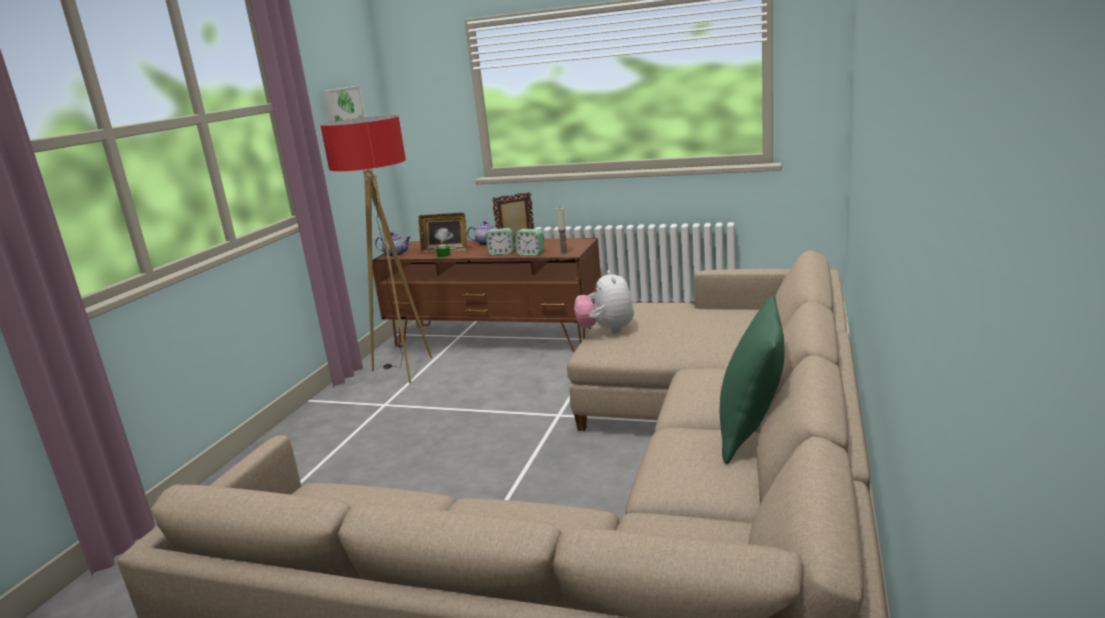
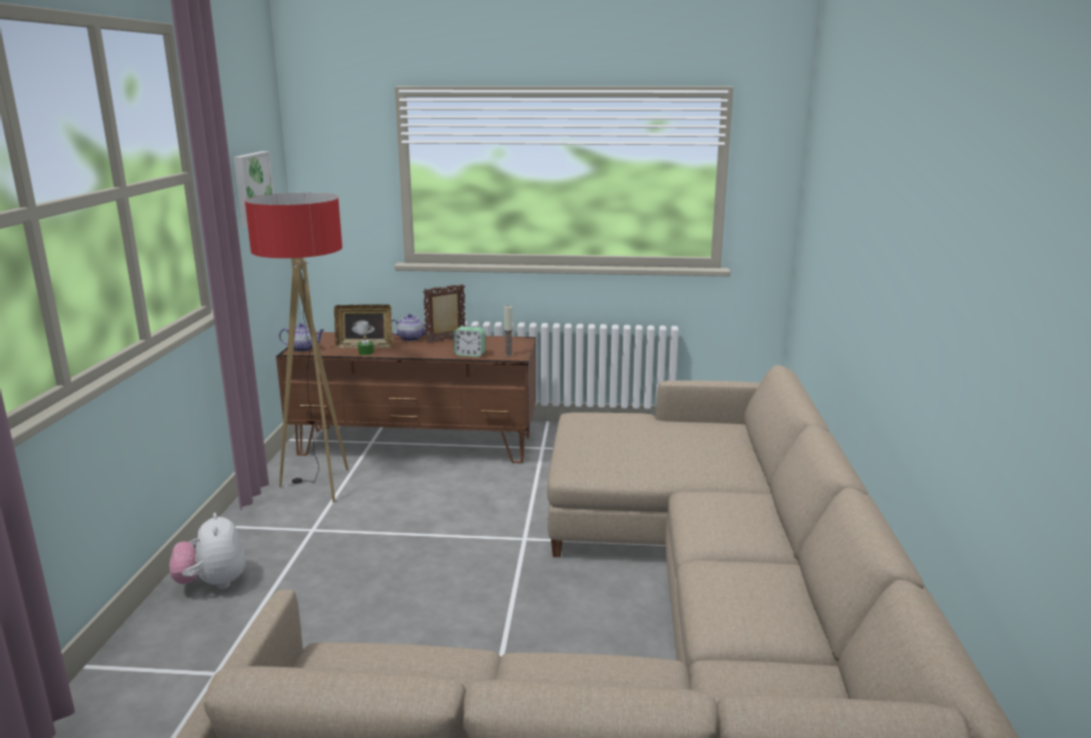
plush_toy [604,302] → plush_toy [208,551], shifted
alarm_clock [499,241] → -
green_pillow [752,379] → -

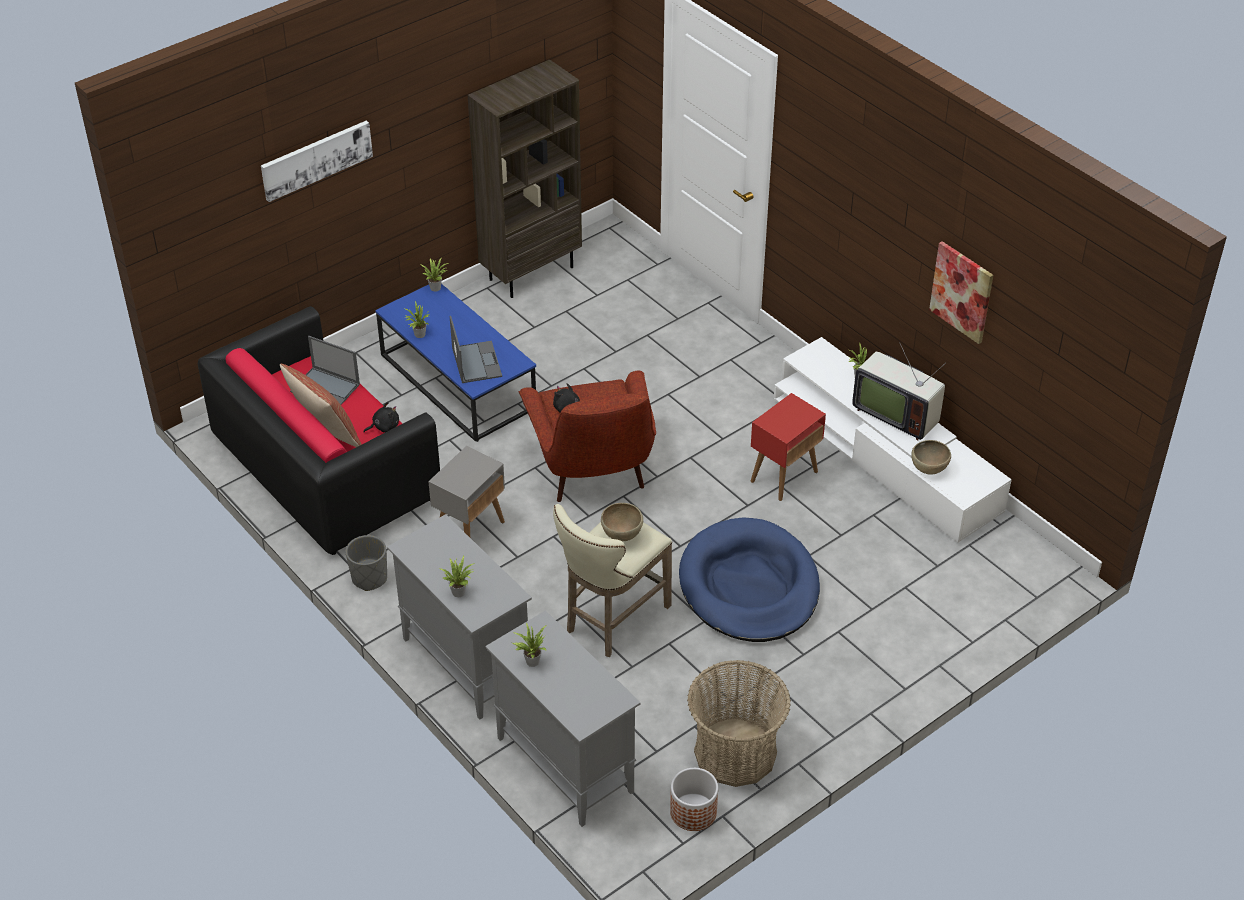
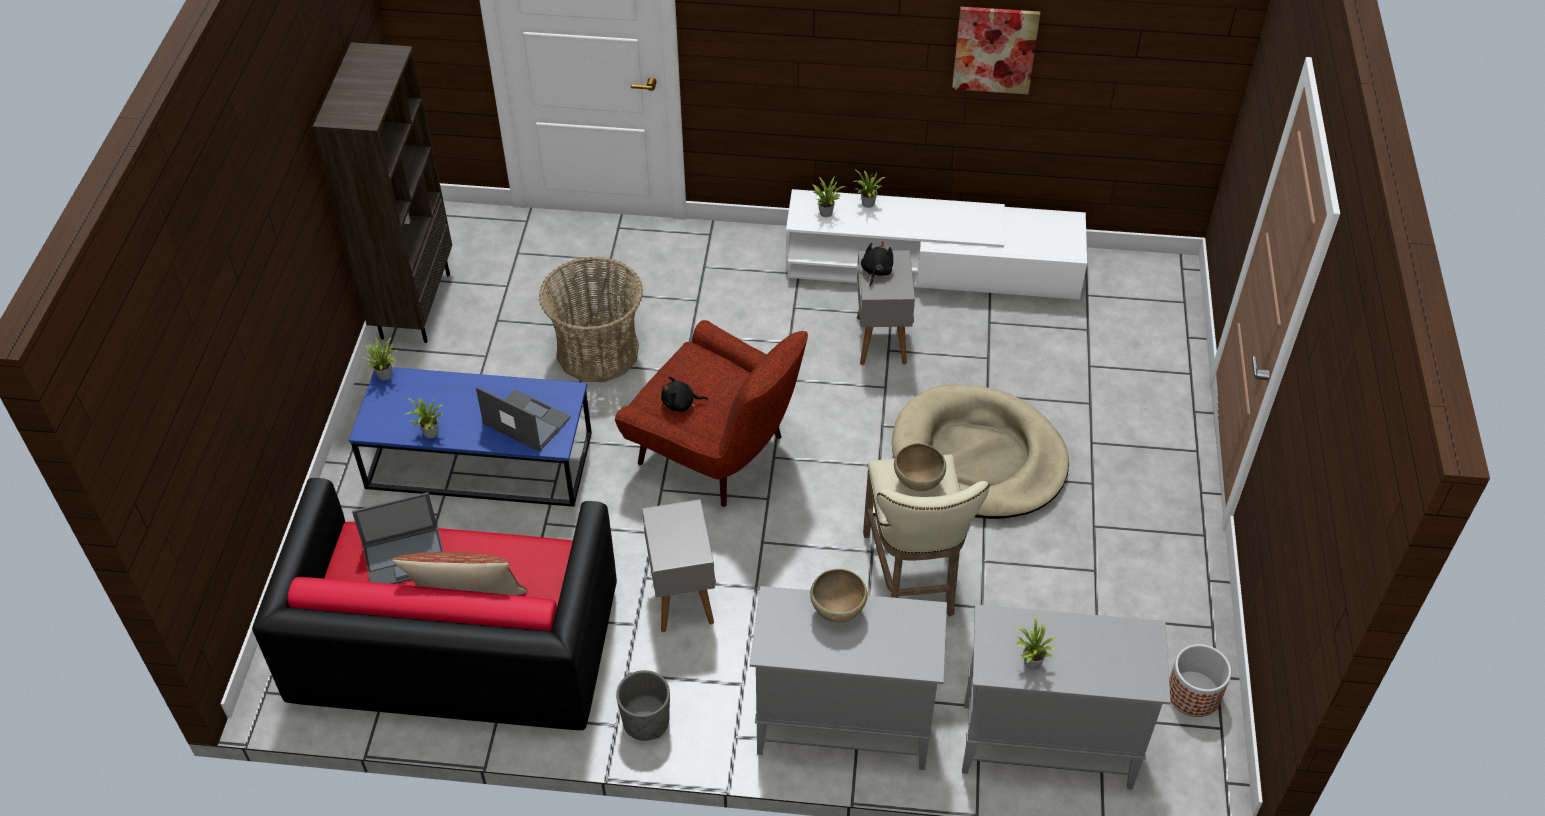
basket [739,723] → basket [591,319], shifted
brown_bowl [931,457] → brown_bowl [839,596], shifted
potted_plant [458,576] → potted_plant [830,196], shifted
red_side_table [788,447] → grey_side_table [886,307]
black_plush_toy [381,417] → black_plush_toy [877,264], shifted
blue_dog_bed [749,579] → beige_dog_bed [980,451]
picture [317,161] → -
television [899,391] → -

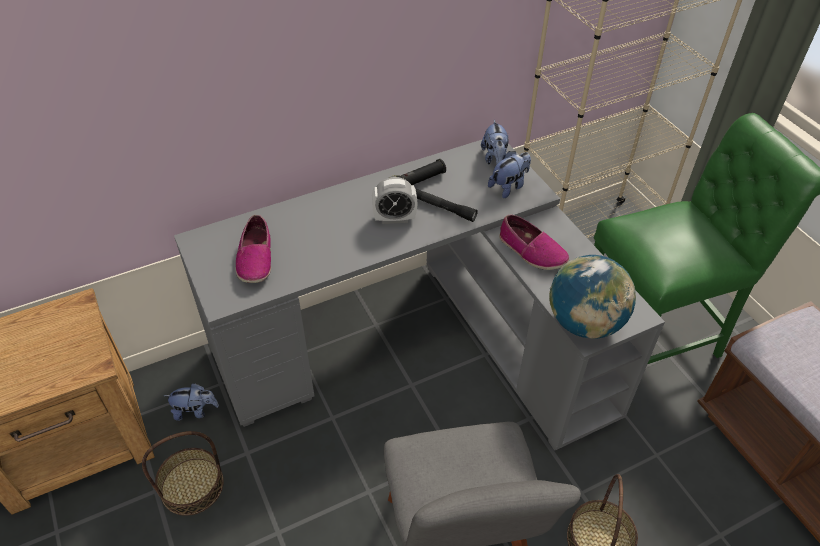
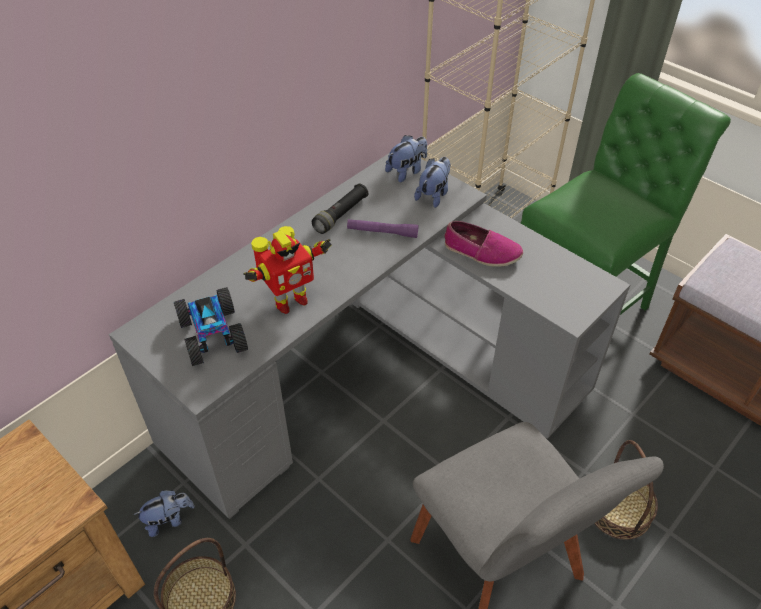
shoe [253,249] → toy_car [211,326]
- → toy_robot [287,270]
black_flashlight [447,205] → purple_flashlight [382,228]
plush_toy [495,142] → plush_toy [406,158], 105 degrees counterclockwise
alarm_clock [394,200] → -
globe [592,297] → -

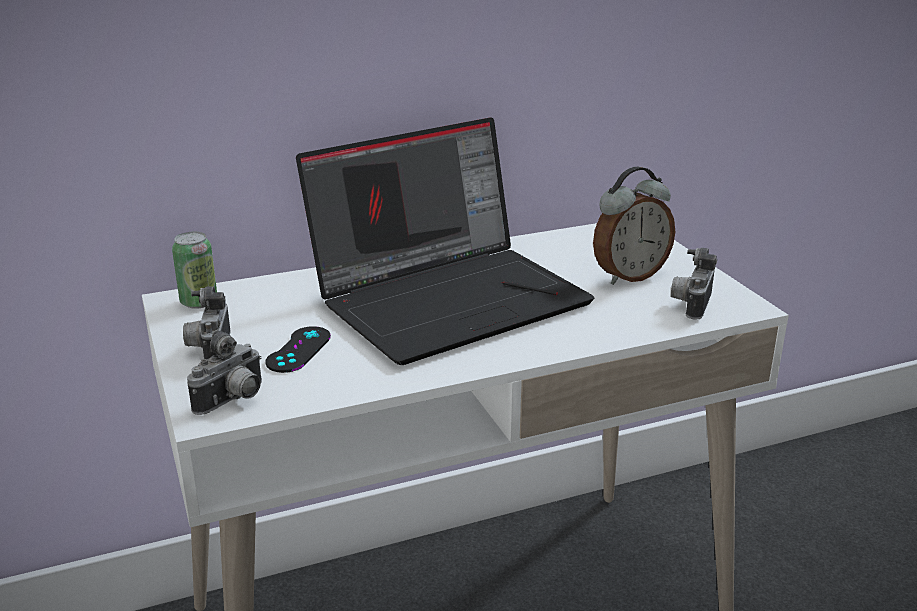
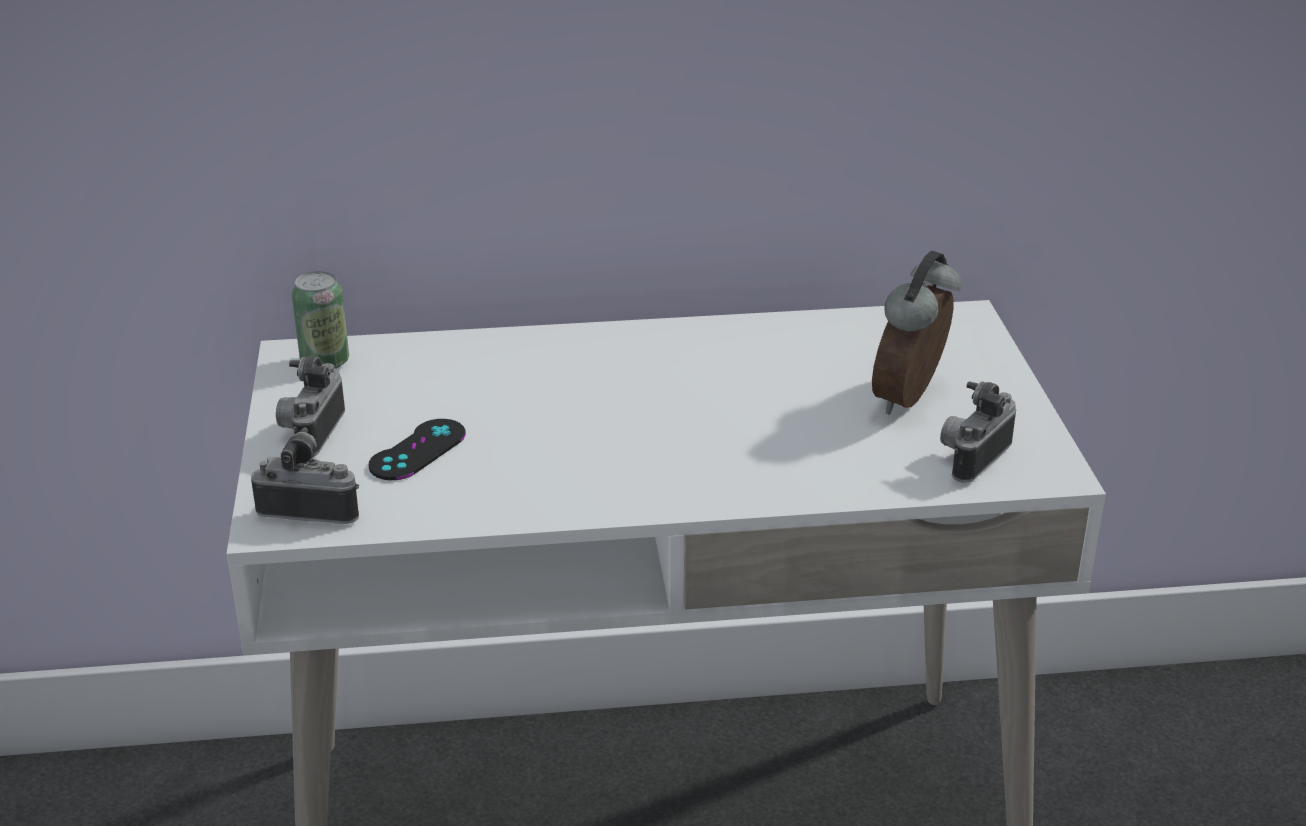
photo_camera [224,372] → photo_camera [305,475], 135 degrees counterclockwise
alarm_clock [634,226] → alarm_clock [916,333], 135 degrees clockwise
laptop [445,241] → -

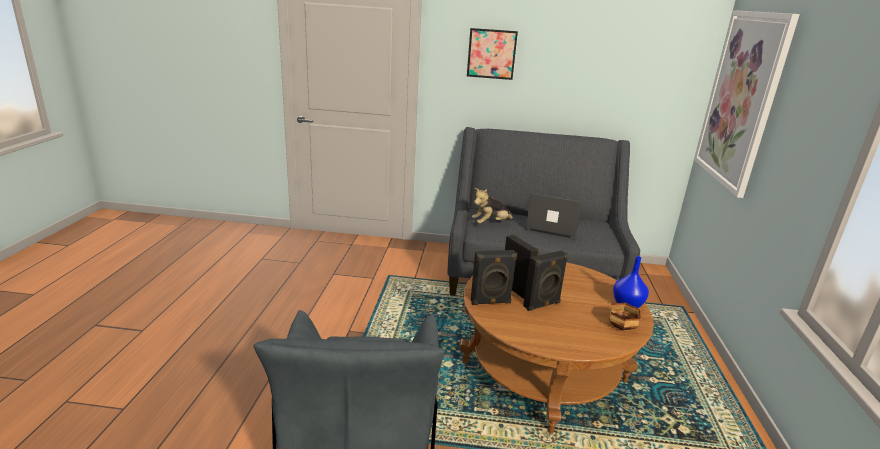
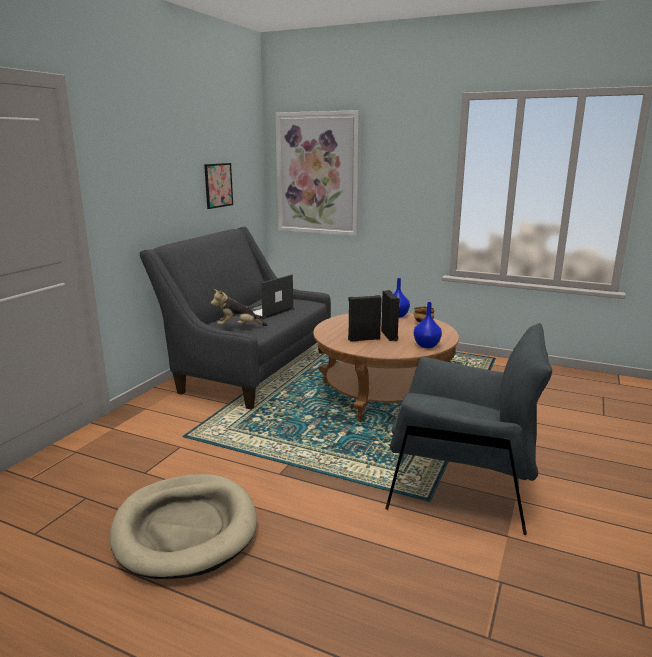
- → beige_dog_bed [183,526]
picture [492,54] → picture [218,186], shifted
plush_toy [493,206] → plush_toy [239,307], 90 degrees clockwise
- → blue_vase [428,325]
black_speaker [494,277] → -

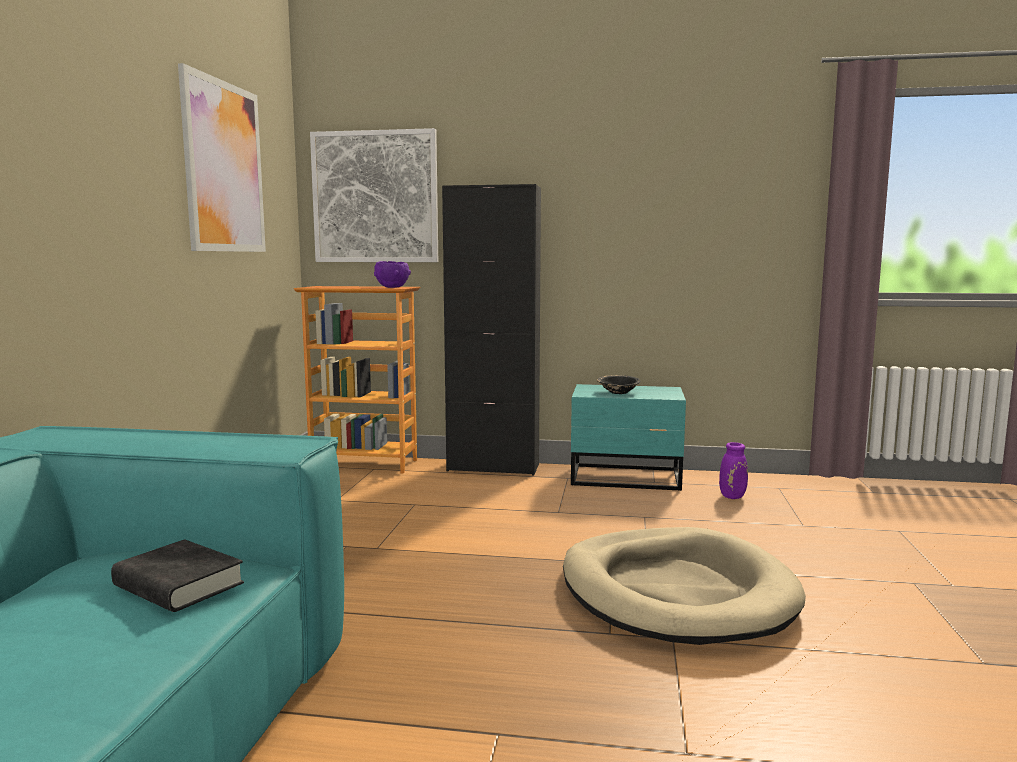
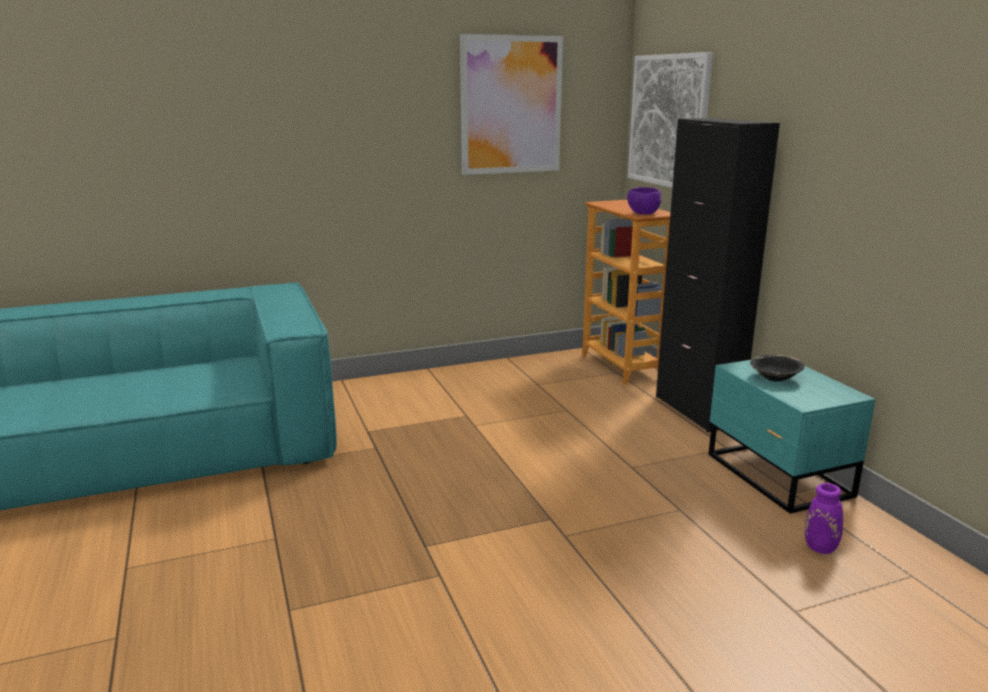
black_book [177,575] → -
beige_dog_bed [684,586] → -

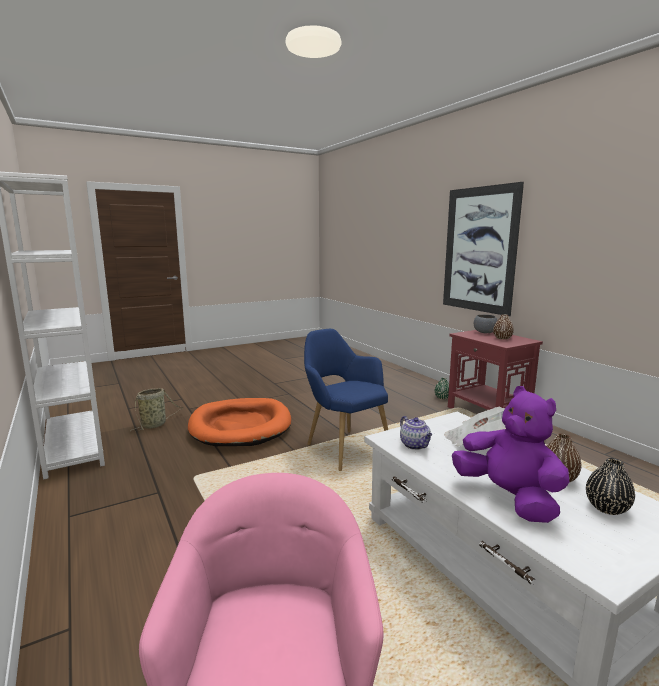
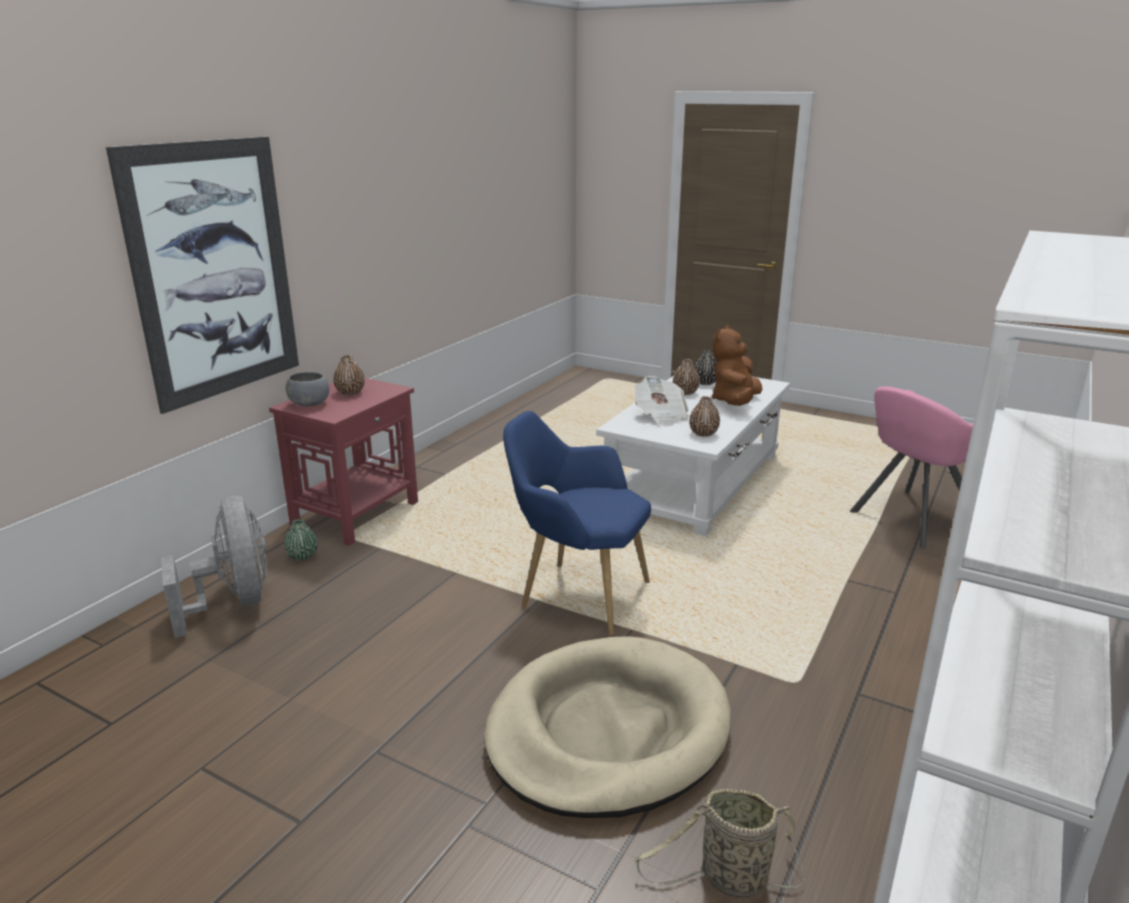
- → grey_fan [214,567]
orange_dog_bed [239,422] → beige_dog_bed [607,727]
blue_armchair [346,400] → blue_armchair [577,523], 90 degrees clockwise
teapot [416,433] → brown_vase [704,416]
purple_plush_toy [510,454] → brown_plush_toy [737,365]

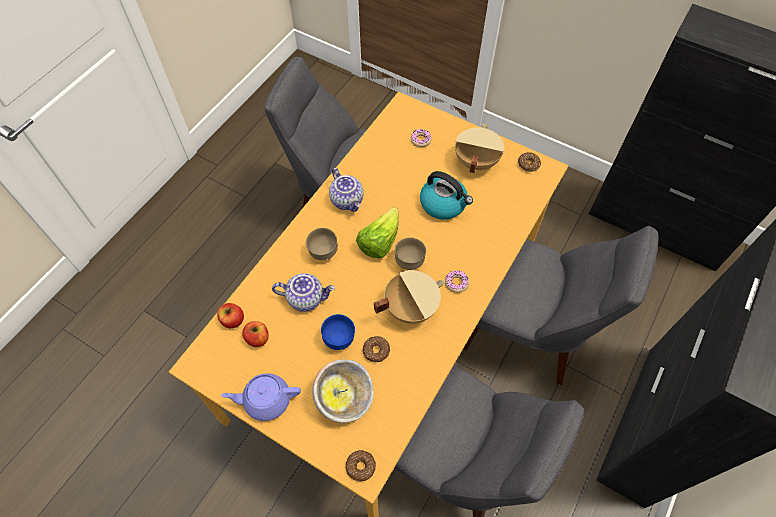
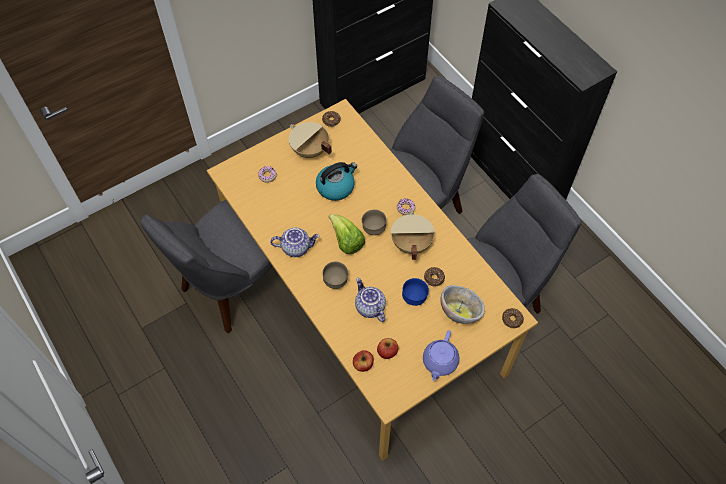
teapot [303,292] → teapot [370,300], 60 degrees counterclockwise

